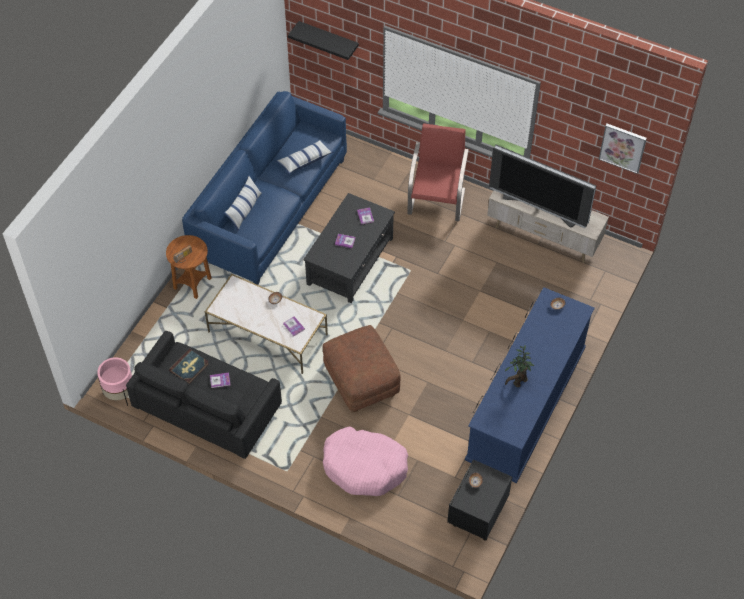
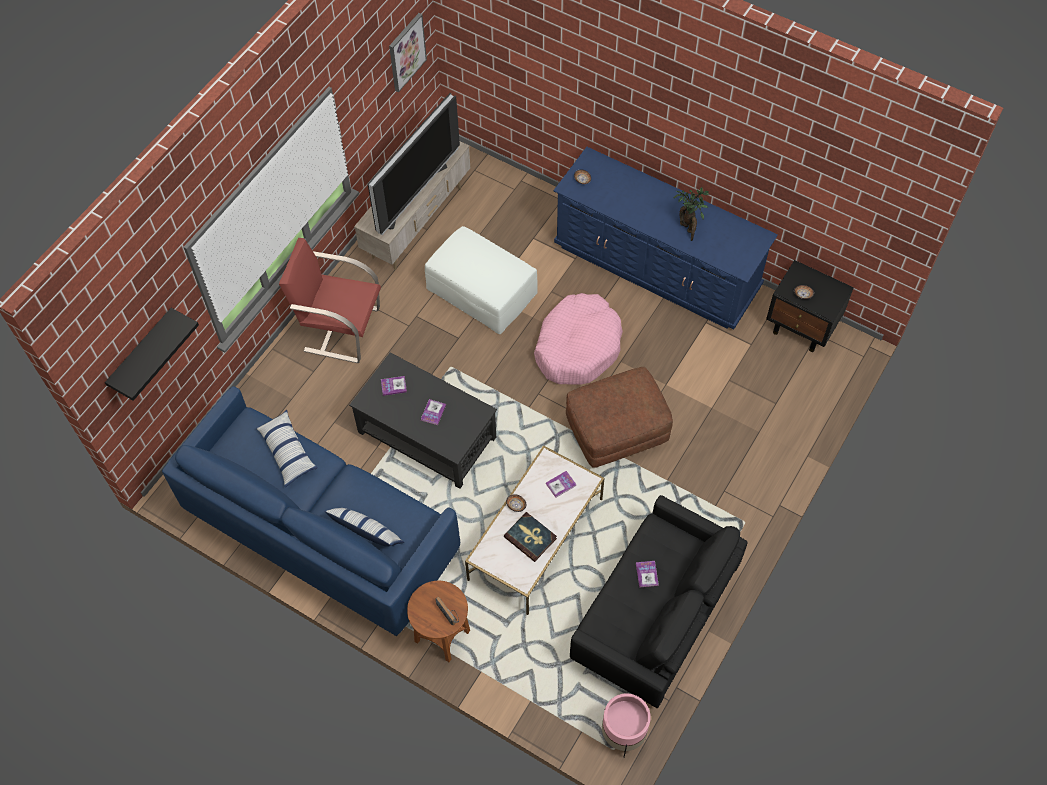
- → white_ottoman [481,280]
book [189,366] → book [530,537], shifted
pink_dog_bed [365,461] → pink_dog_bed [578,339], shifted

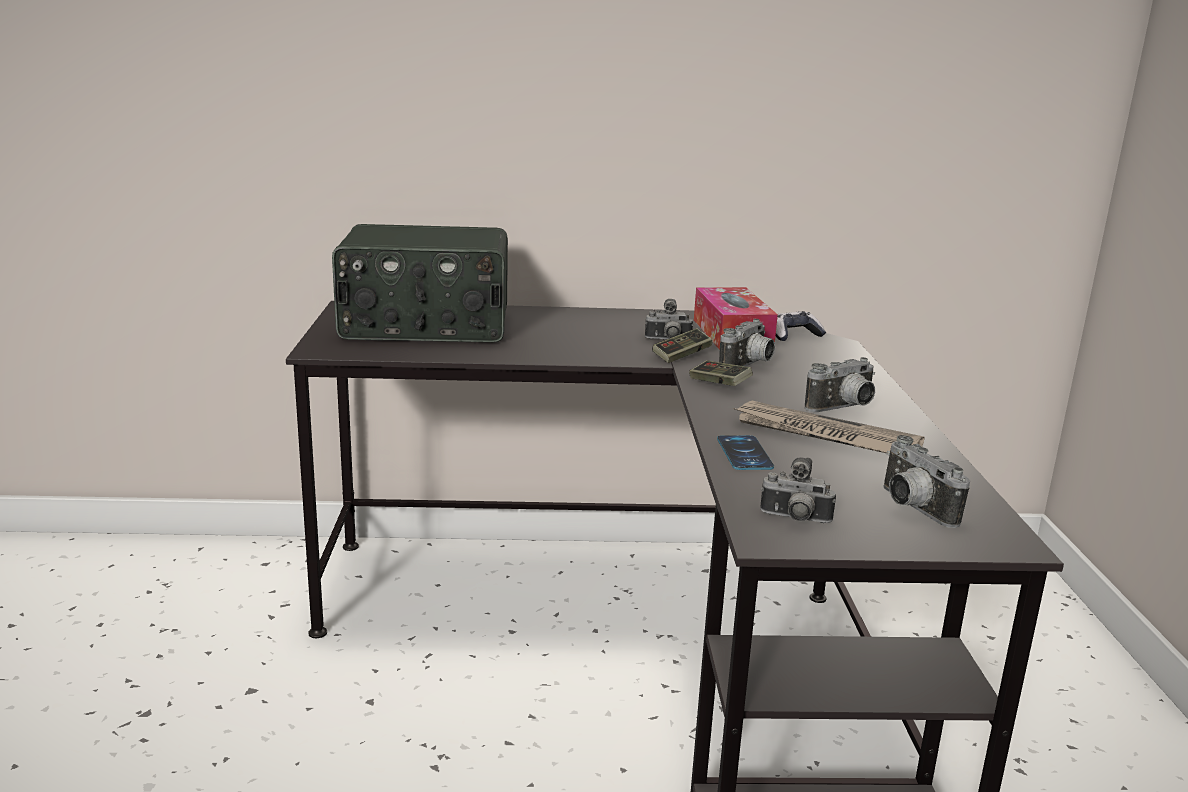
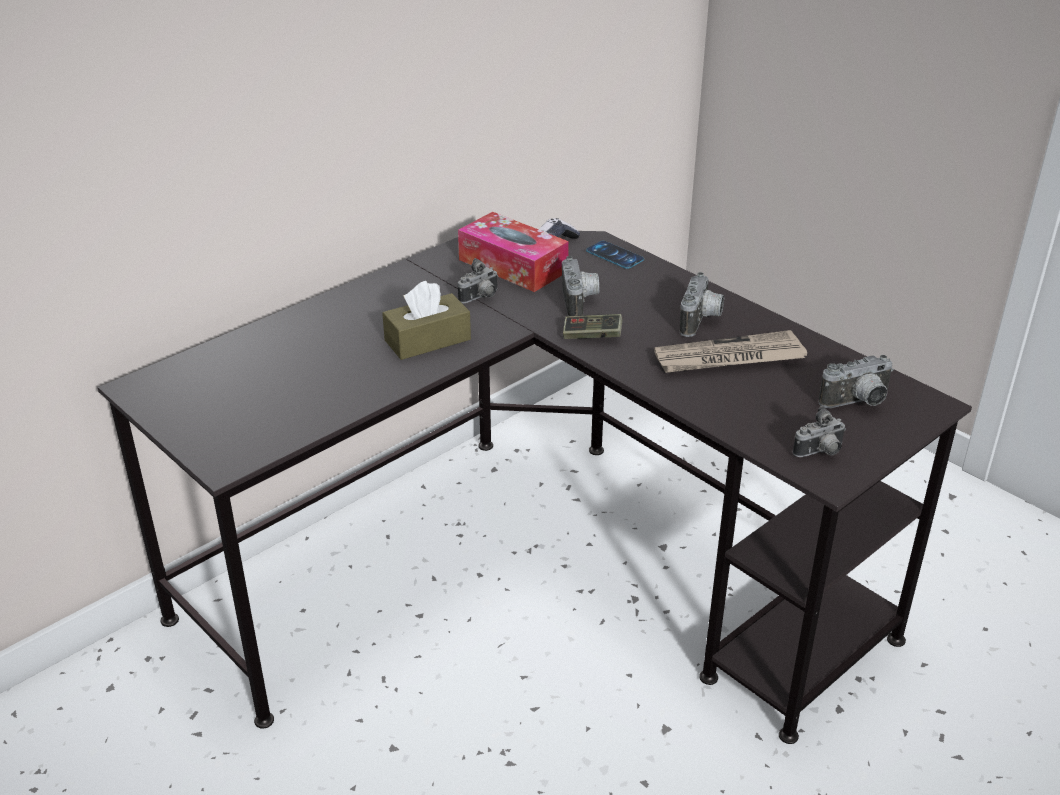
- → brown_tissue_box [426,320]
phone [745,452] → phone [615,255], shifted
photo_camera [926,481] → photo_camera [856,381], 45 degrees counterclockwise
radio [420,283] → -
game_controller [682,345] → -

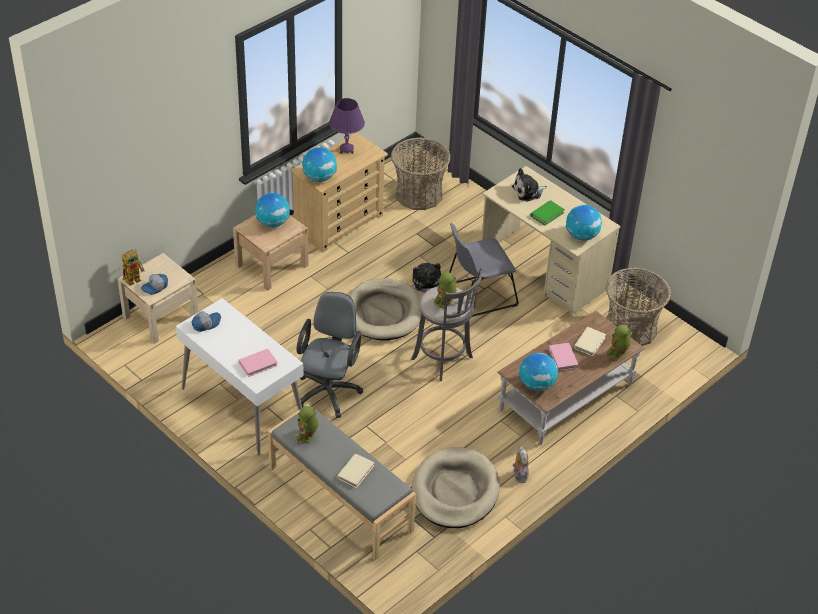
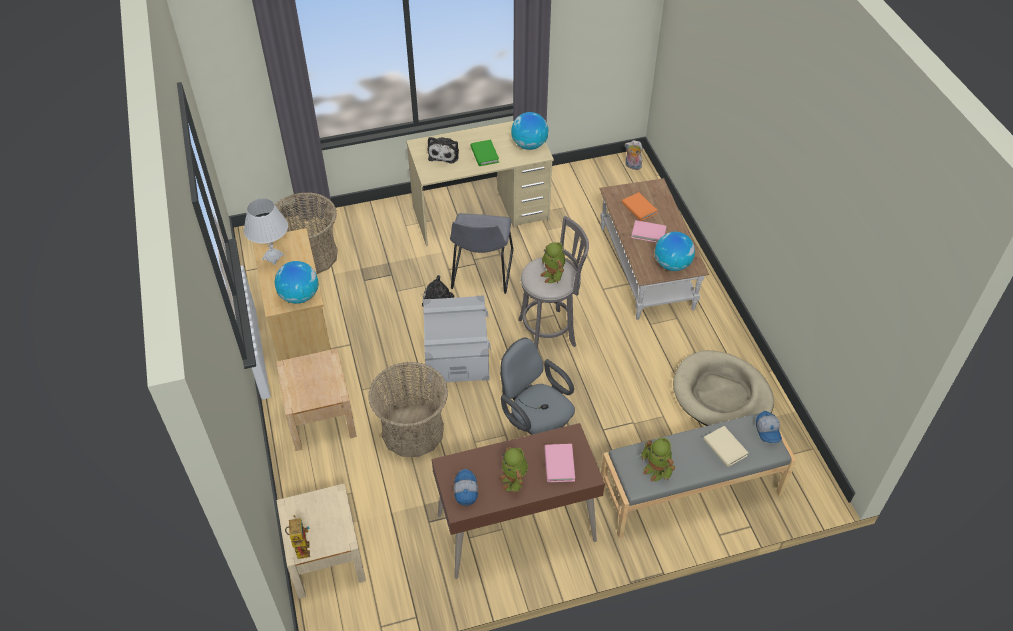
purple_table_lamp [347,126] → white_table_lamp [266,231]
basket [638,307] → basket [408,409], shifted
beige_dog_bed [385,309] → grey_storage_box [457,339]
white_desk [240,376] → brown_desk [518,501]
toy_robot [619,343] → toy_robot [513,470], shifted
beige_book [590,341] → orange_book [640,206]
plush_toy [520,464] → plush_toy [634,155], shifted
cap [154,284] → cap [769,427], shifted
globe [272,210] → -

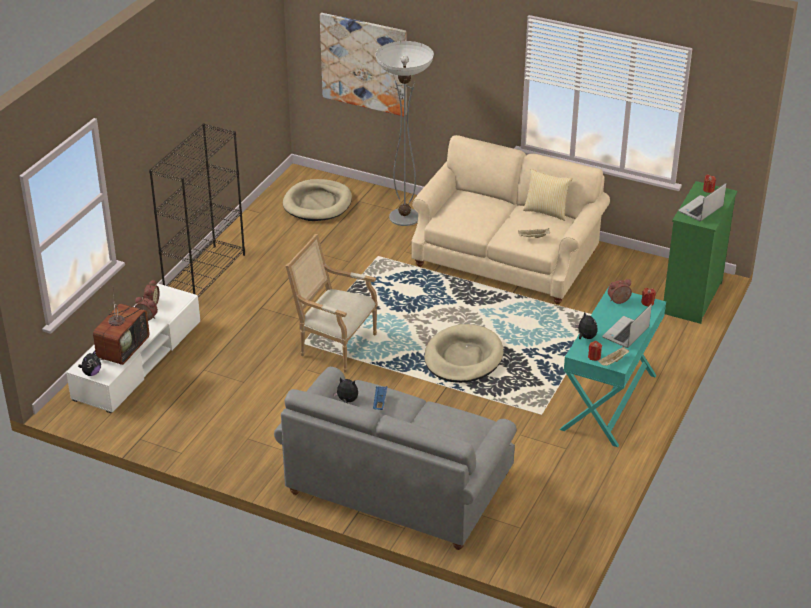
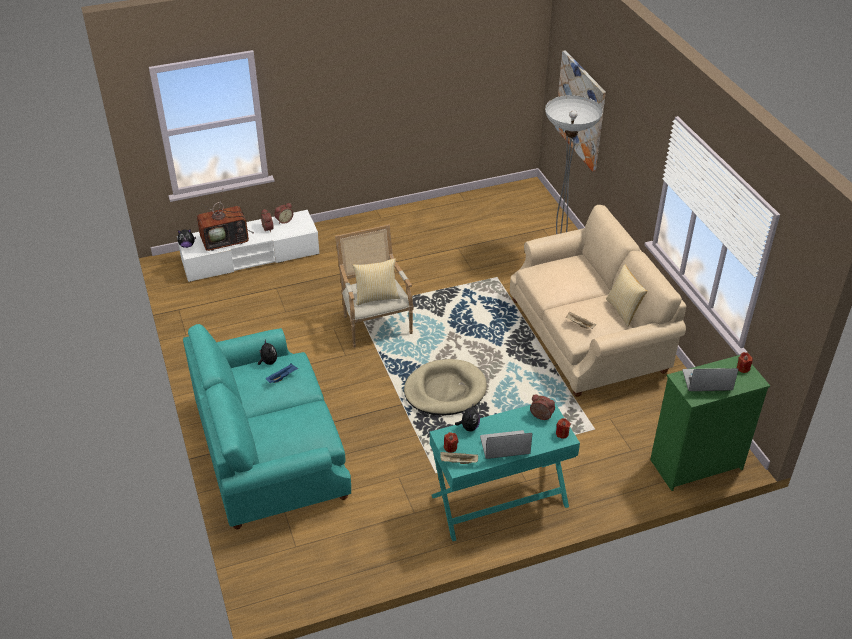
grey_sofa [395,458] → turquoise_sofa [267,426]
- → pillow [376,281]
black_bookcase [197,210] → -
beige_dog_bed [317,200] → -

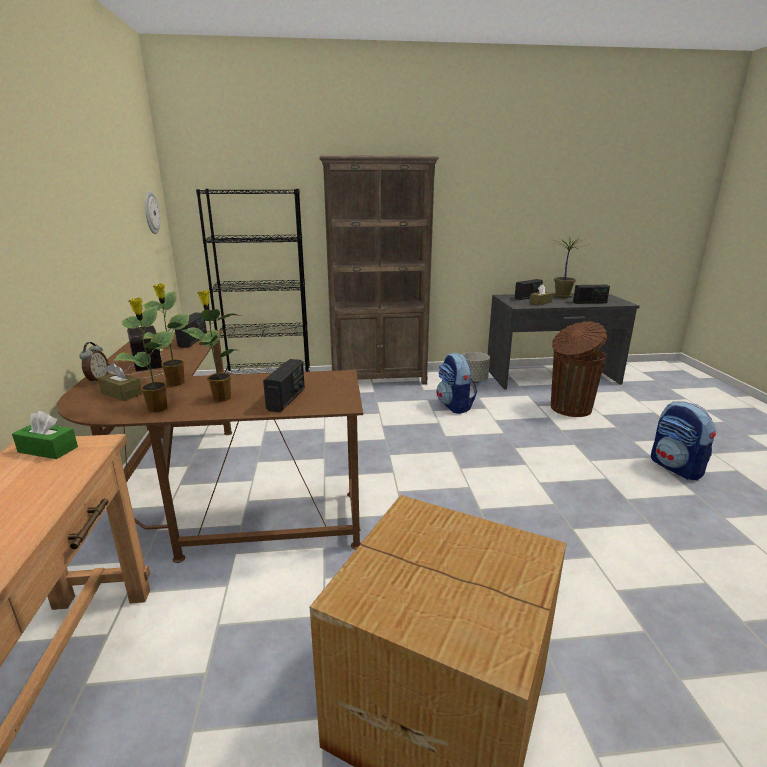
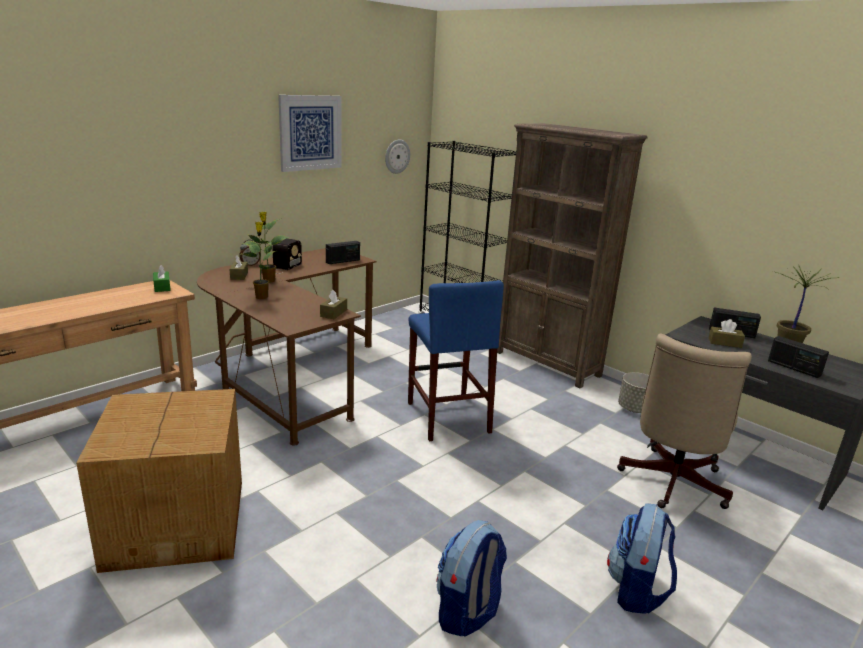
- → picture [309,133]
- → brown_tissue_box [333,304]
- → blue_stool [456,360]
backpack [456,383] → backpack [471,578], shifted
brown_trash_can [579,369] → beige_office_chair [684,421]
potted_plant [143,355] → -
radio [284,385] → -

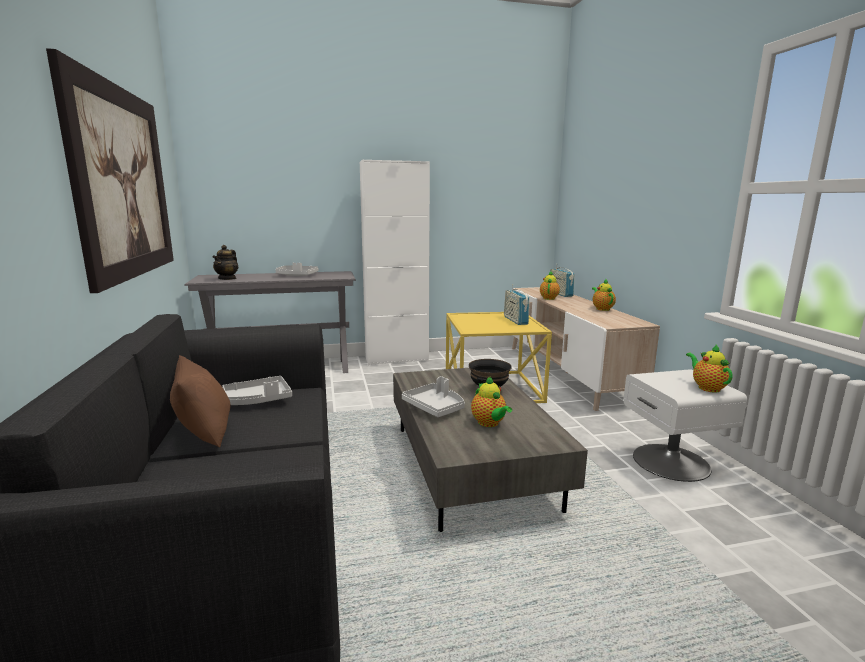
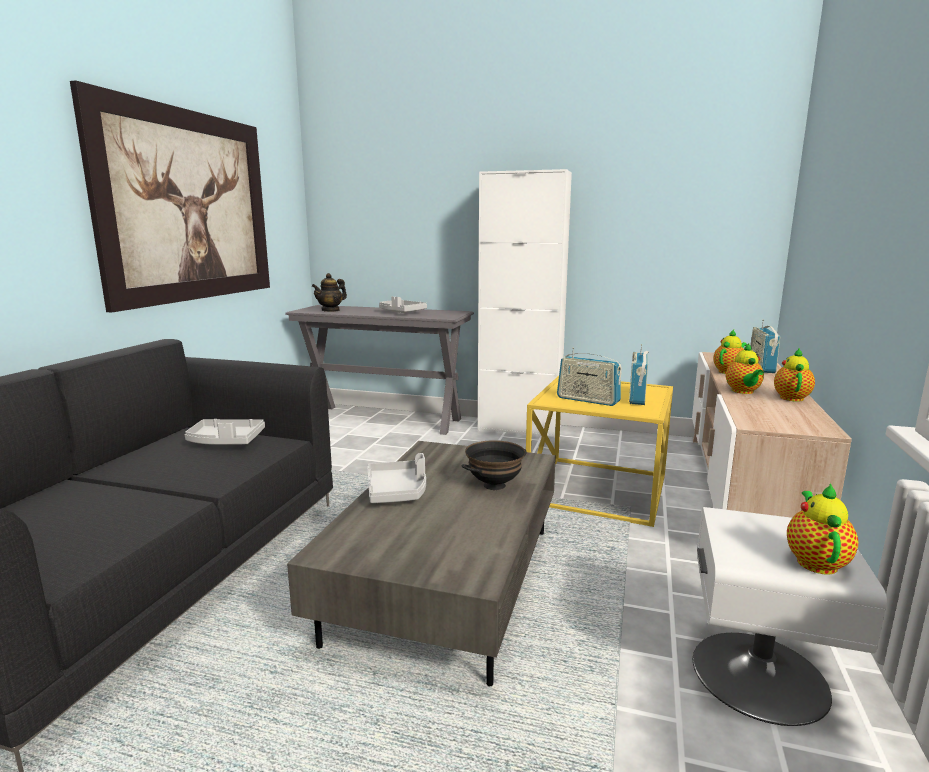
- → radio [589,377]
teapot [491,401] → teapot [745,368], shifted
brown_pillow [200,401] → -

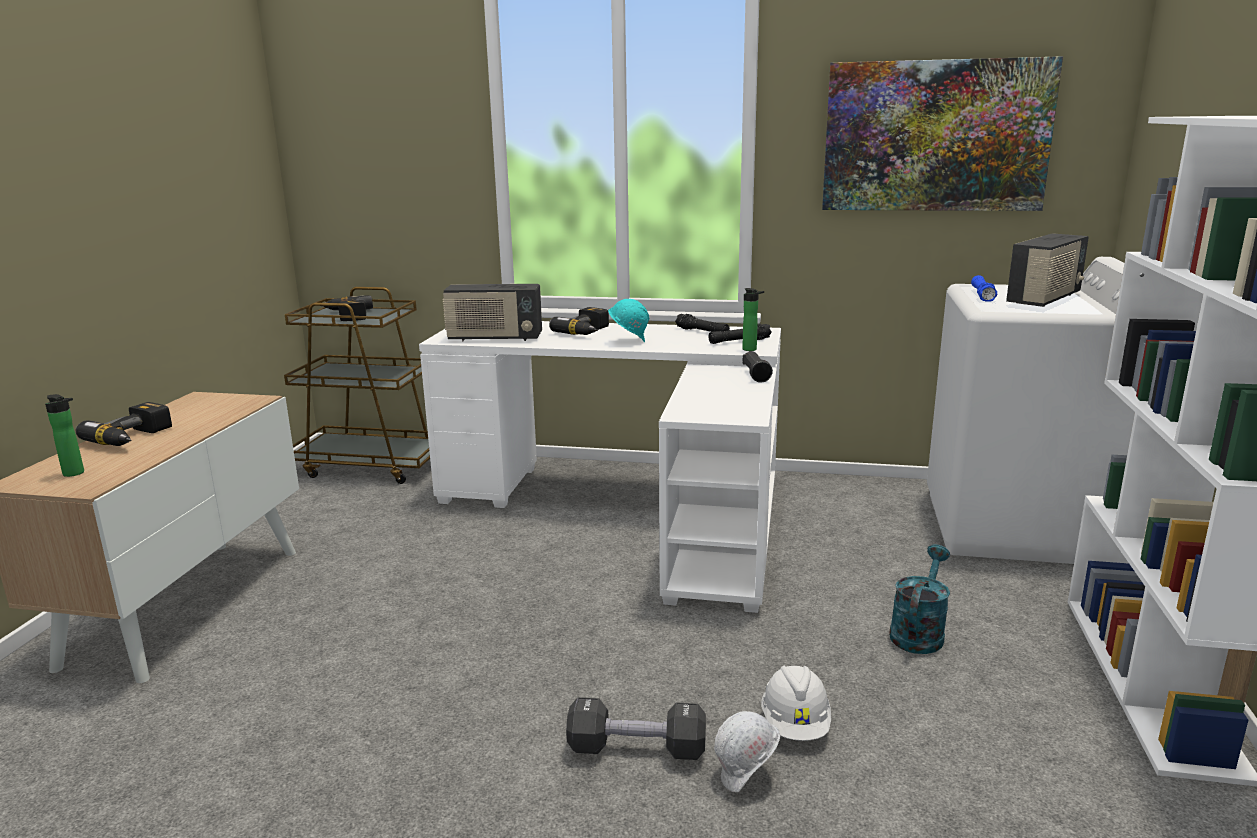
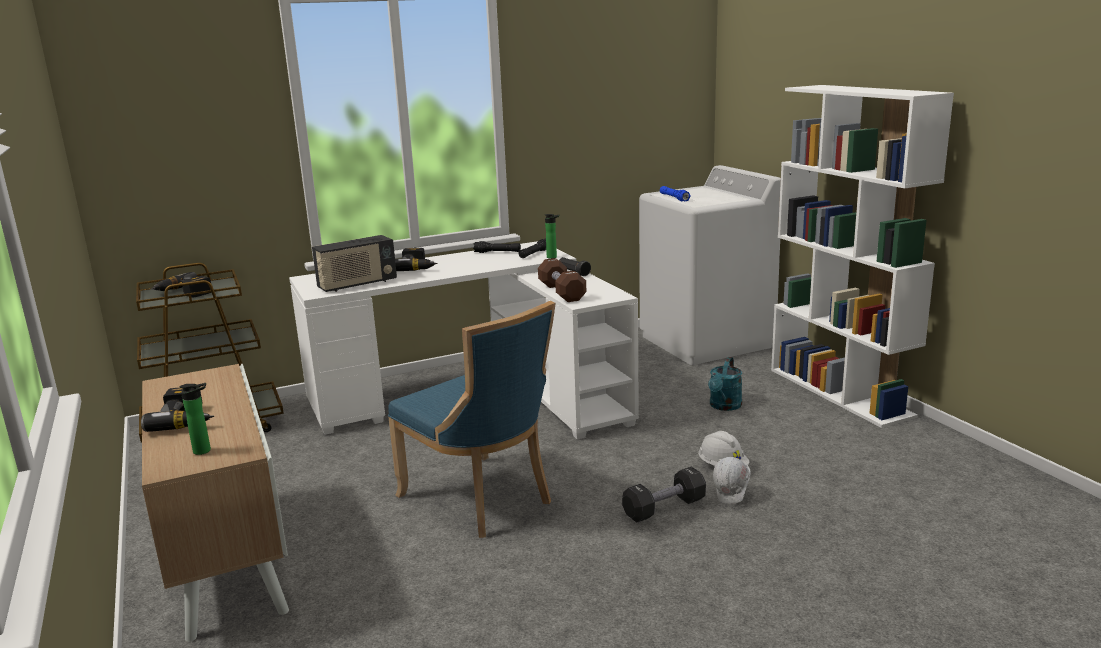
- → blue_chair [472,419]
- → brown_dumbbell [562,280]
turquoise_watering_can [919,599] → turquoise_watering_can [725,384], 150 degrees counterclockwise
turquoise_hard_hat [628,320] → -
picture [942,133] → -
radio [1047,270] → -

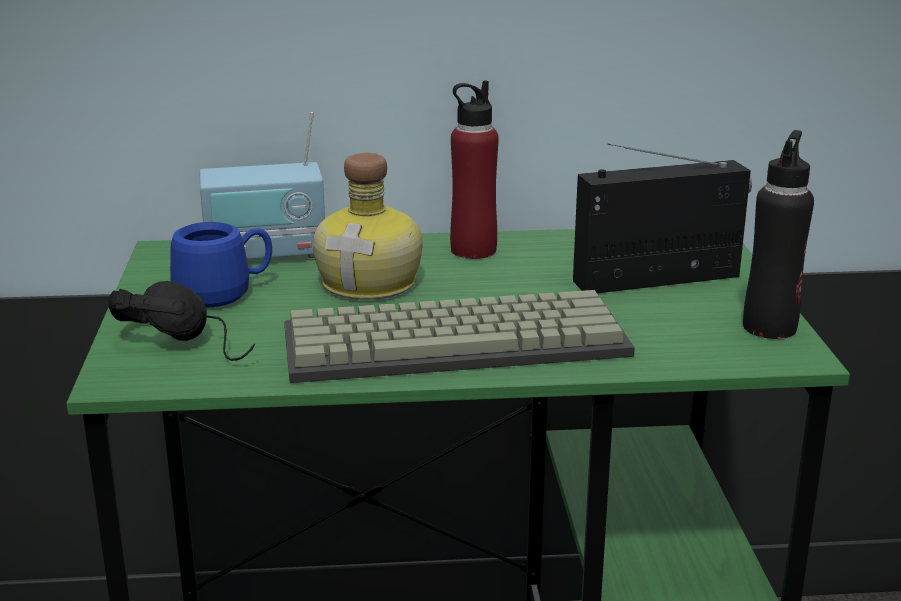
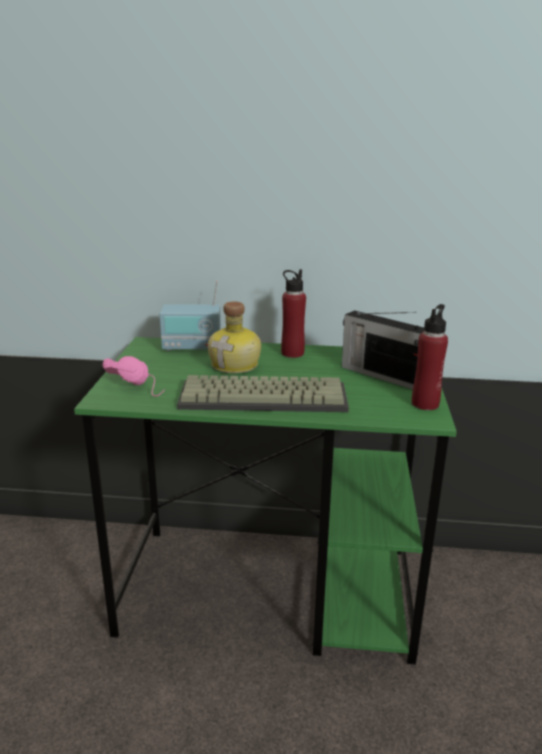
black_headphones [181,321] → pink_headphones [133,376]
radio [662,218] → radio [383,350], 135 degrees counterclockwise
black_bottle [778,234] → red_bottle [430,357]
blue_mug [221,264] → -

